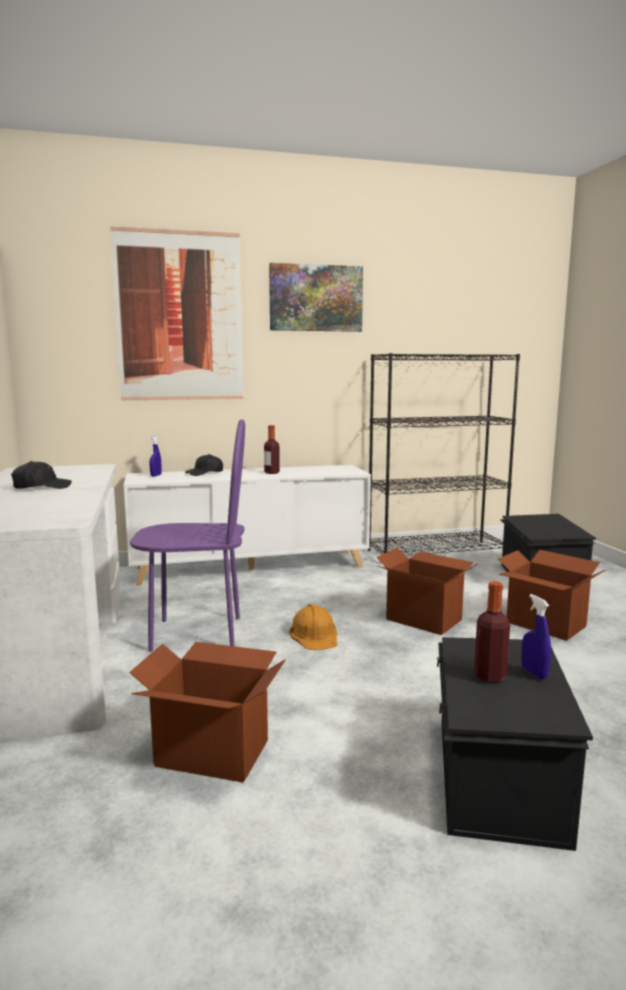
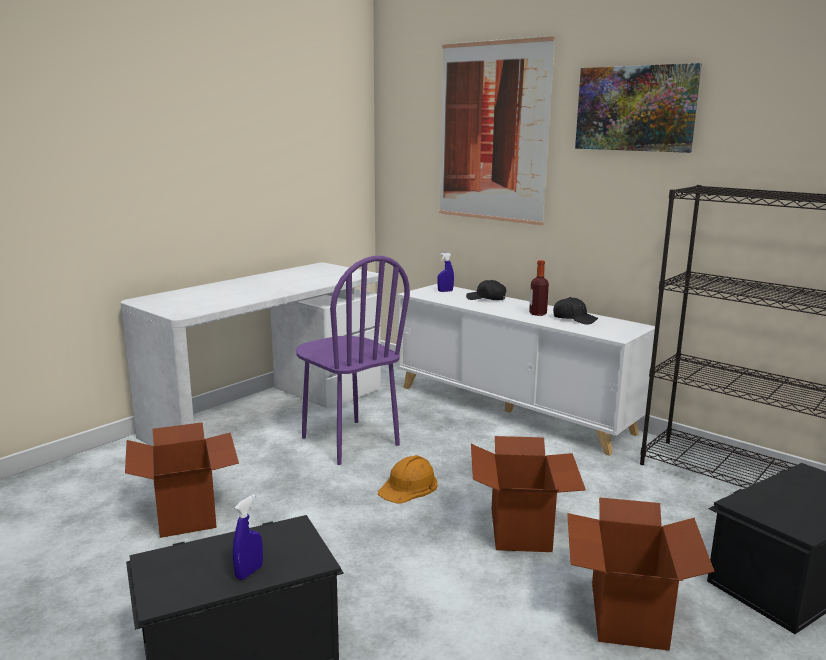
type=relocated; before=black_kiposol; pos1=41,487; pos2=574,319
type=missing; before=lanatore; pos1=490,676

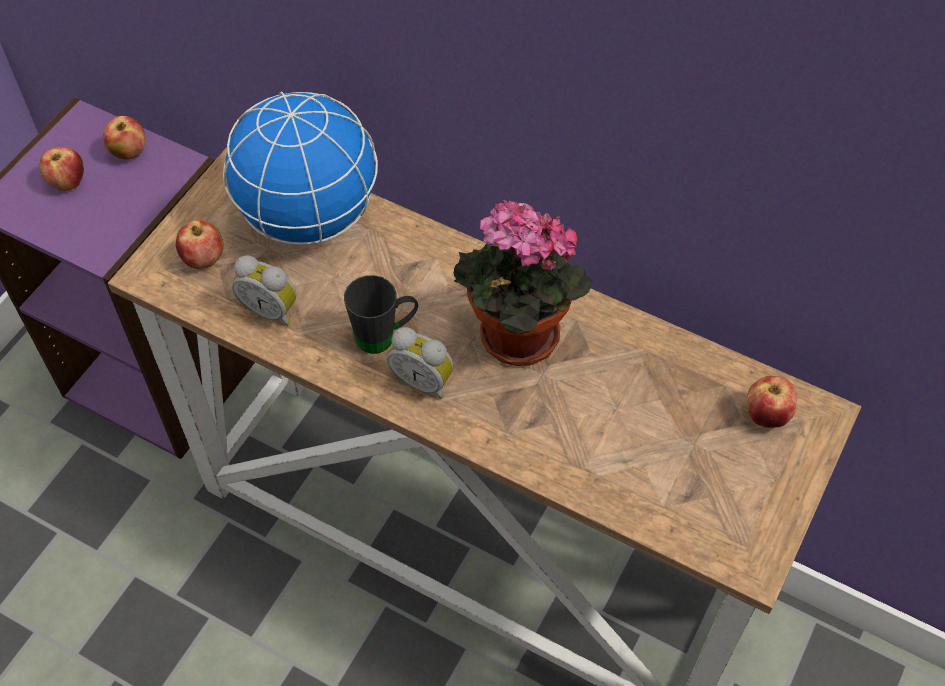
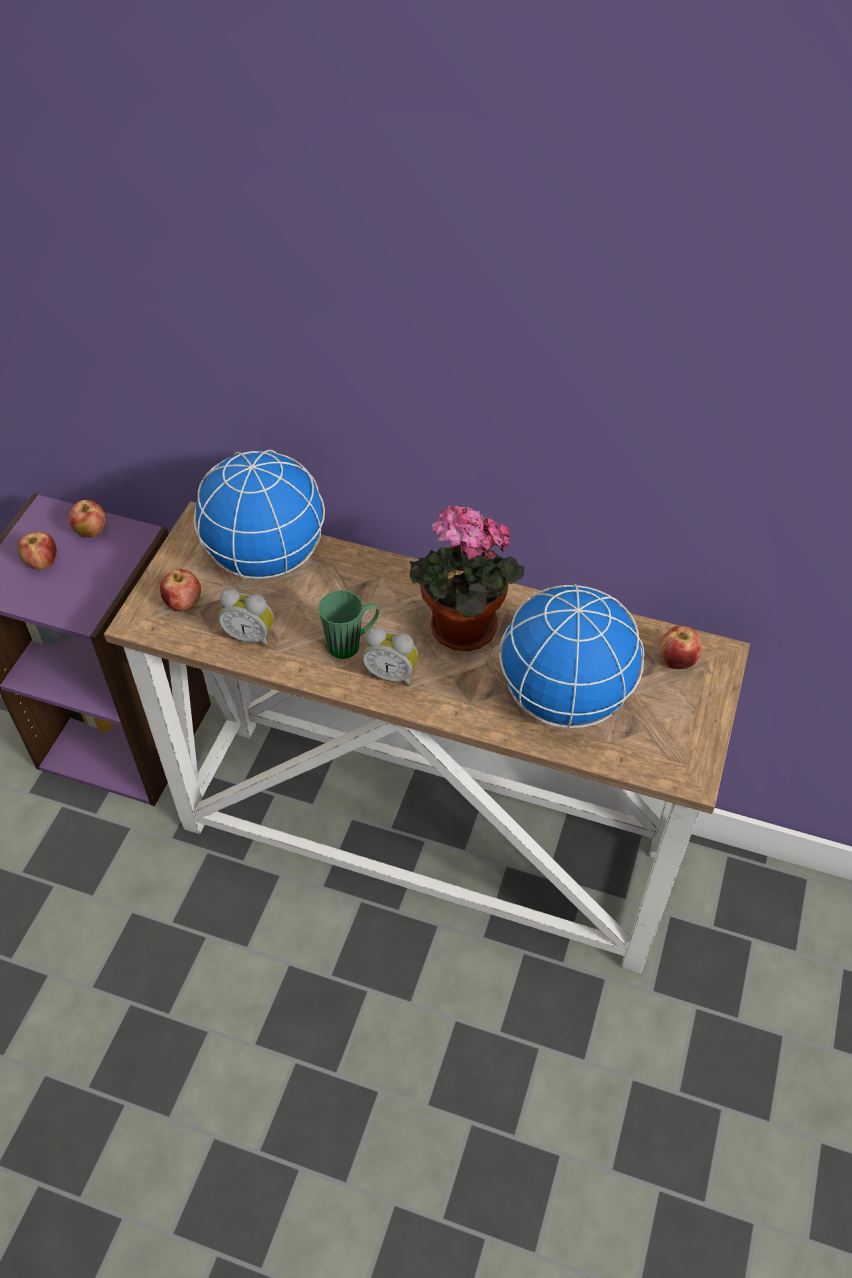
type=colour; before=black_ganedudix; after=green_ganedudix; pos1=385,337; pos2=352,644
type=appeared; after=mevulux; pos2=565,696

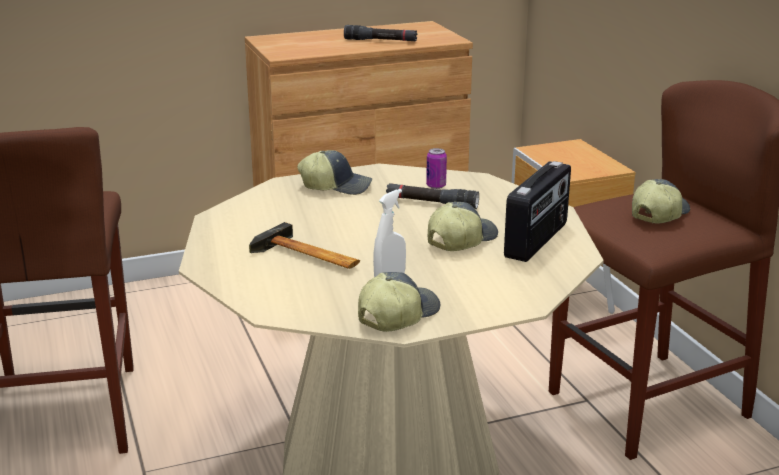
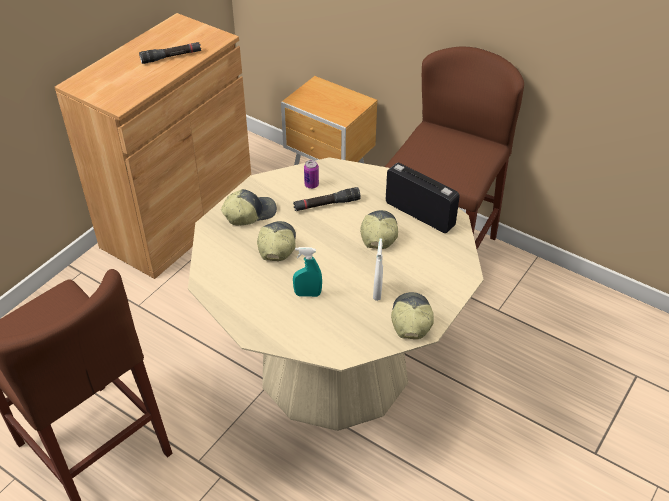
type=spun; before=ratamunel; pos1=537,240; pos2=420,214; turn=-45
type=relocated; before=kiposol; pos1=658,213; pos2=276,245
type=exchanged; before=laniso; after=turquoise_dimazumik; pos1=307,257; pos2=307,294

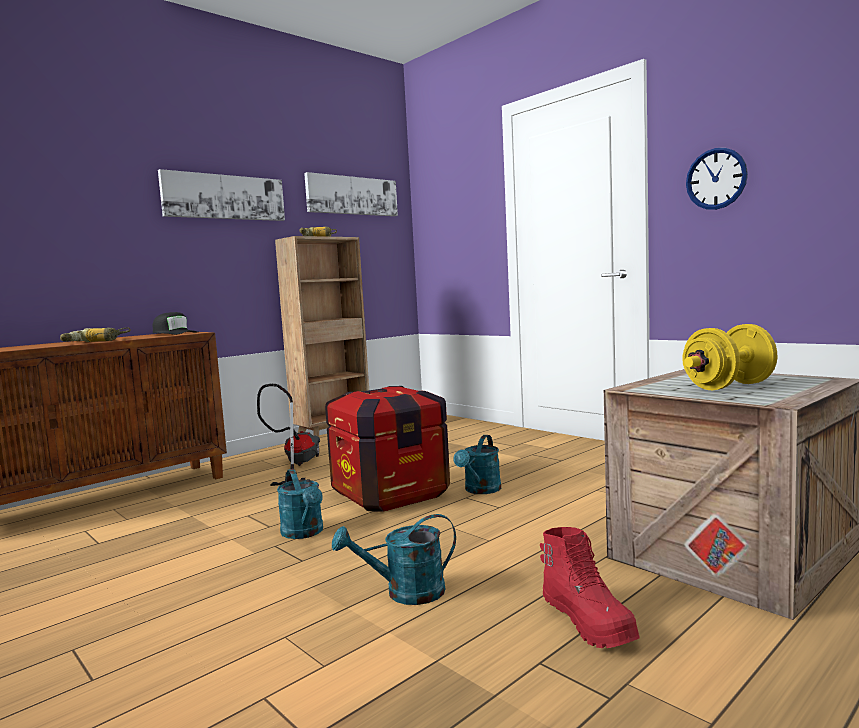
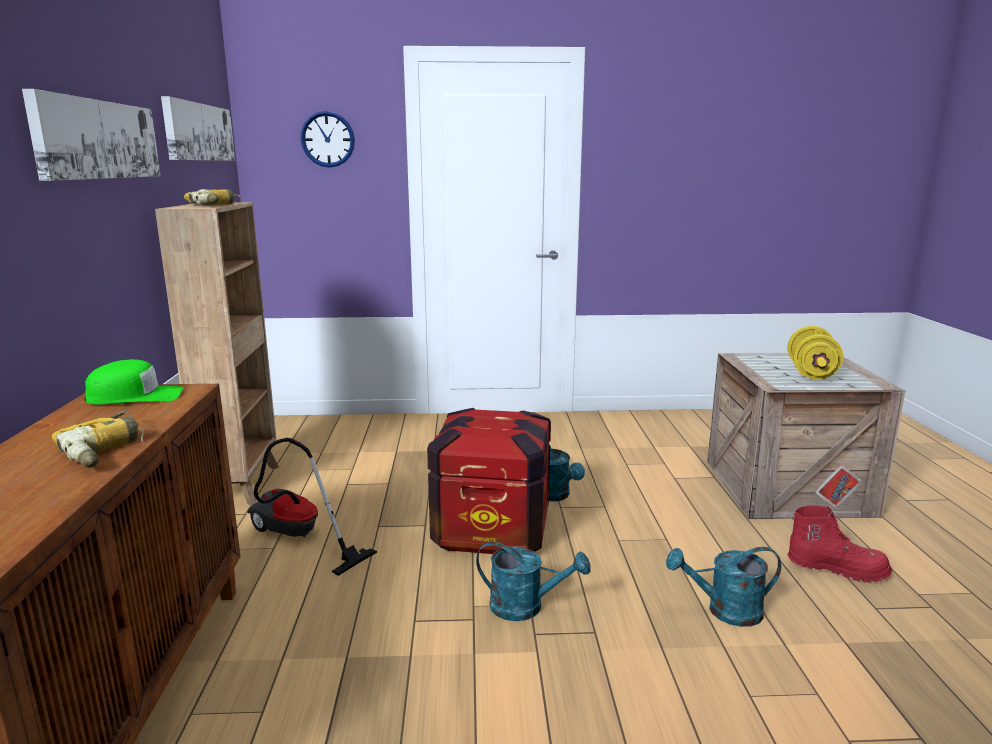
type=relocated; before=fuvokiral; pos1=716,179; pos2=327,139
type=colour; before=black_kiposol; after=green_kiposol; pos1=174,333; pos2=136,396
type=spun; before=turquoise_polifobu; pos1=405,593; pos2=725,611; turn=60

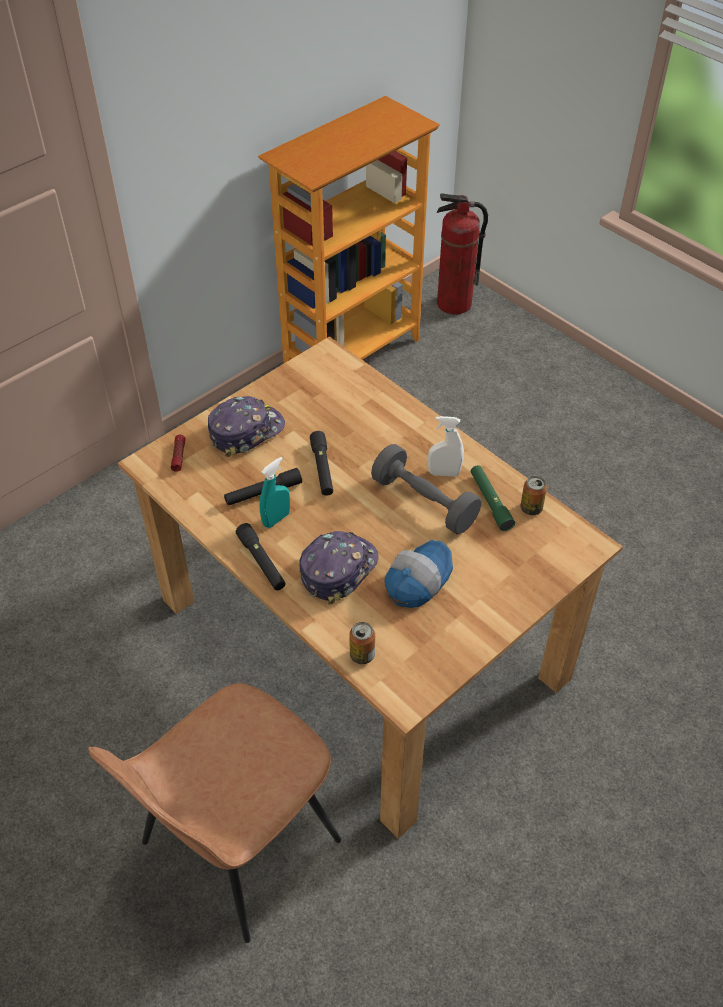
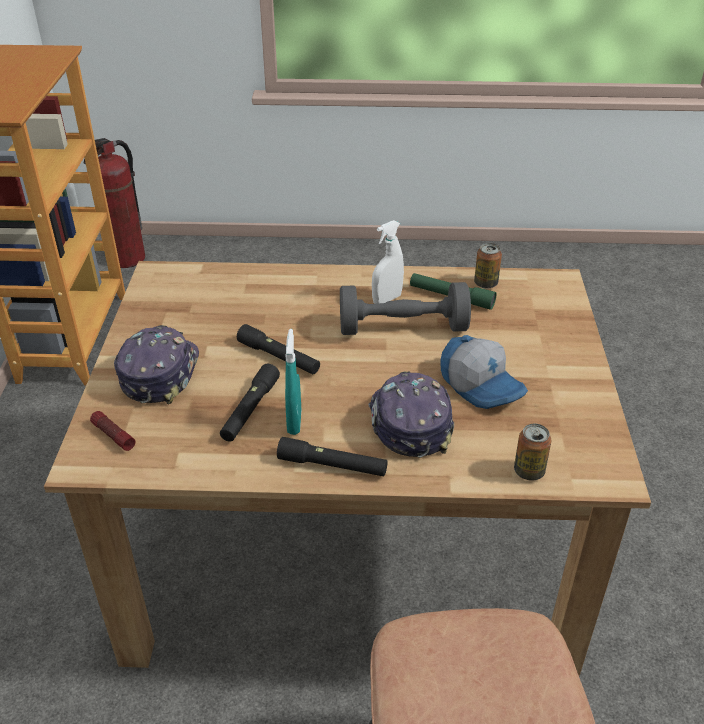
type=spun; before=kiposol; pos1=417,579; pos2=482,384; turn=150

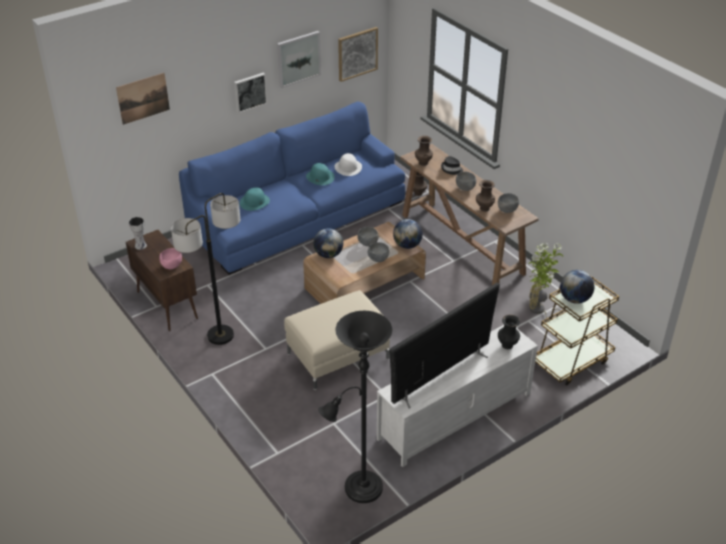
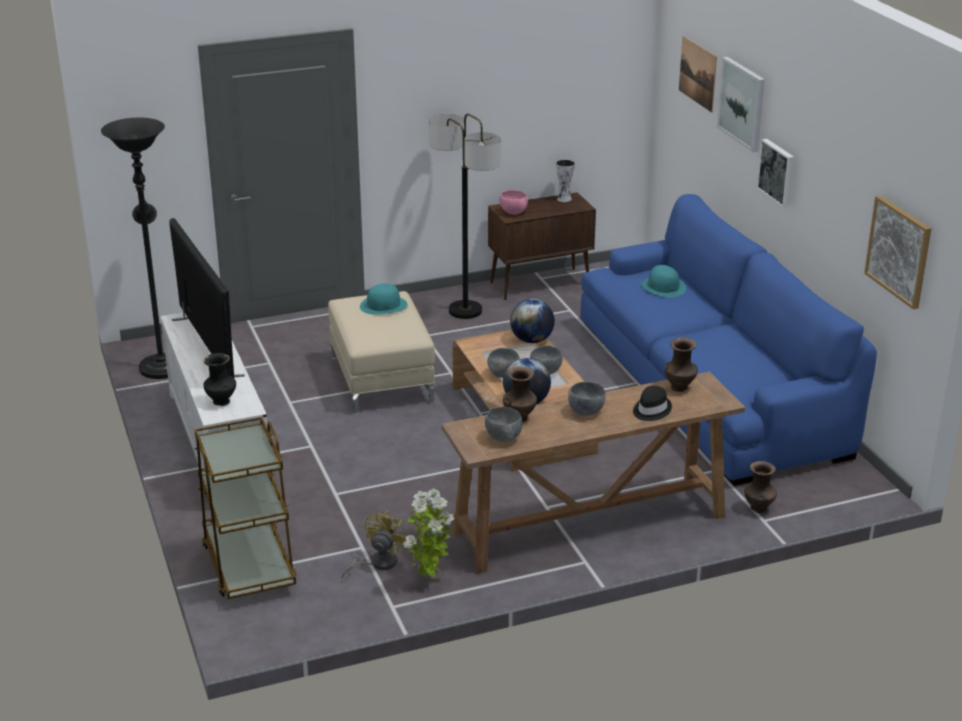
type=relocated; before=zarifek; pos1=298,58; pos2=742,103
type=missing; before=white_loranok; pos1=348,167
type=relocated; before=turquoise_loranok; pos1=320,177; pos2=383,305
type=missing; before=mevulux; pos1=574,299

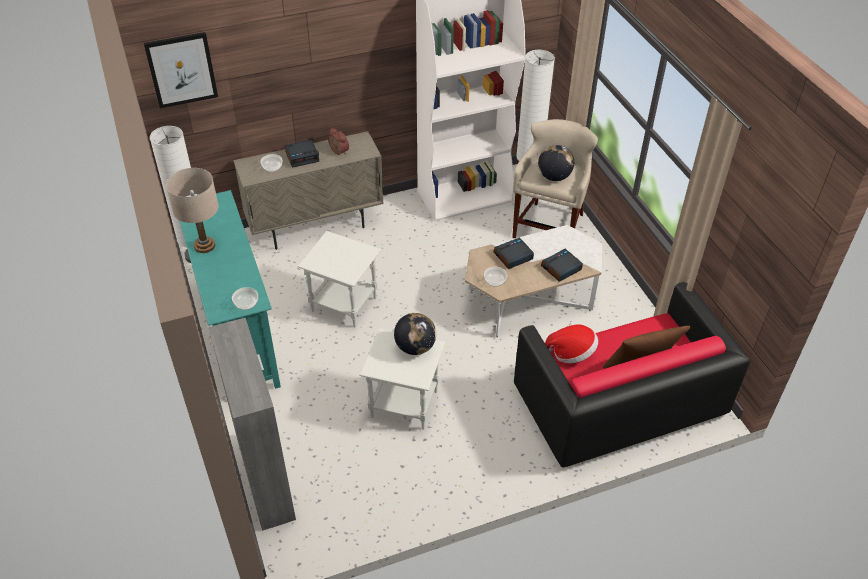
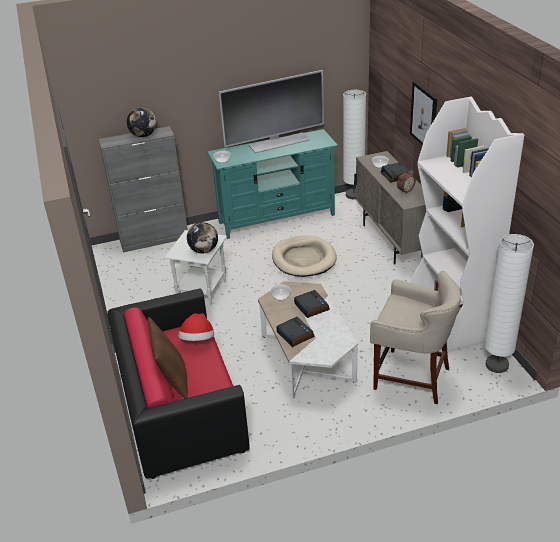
type=relocated; before=zarifek; pos1=181,70; pos2=424,116
type=relocated; before=mevulux; pos1=554,177; pos2=144,135
type=exchanged; before=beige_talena; after=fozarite; pos1=204,246; pos2=278,142
type=exchanged; before=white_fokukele; after=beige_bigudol; pos1=343,304; pos2=304,259

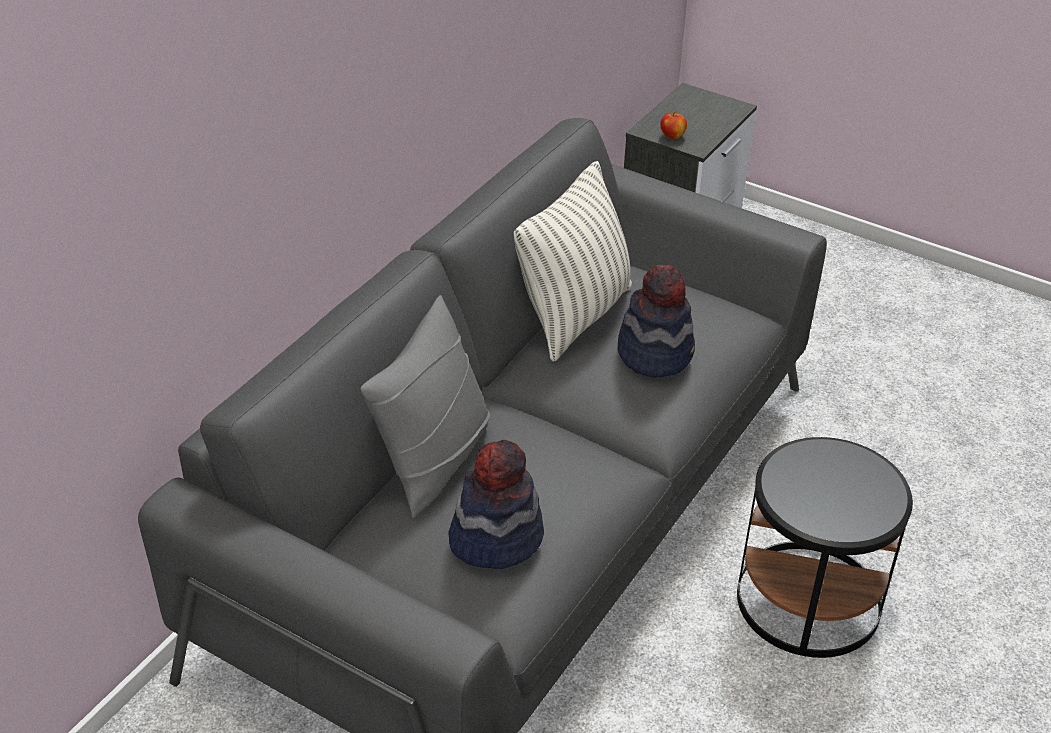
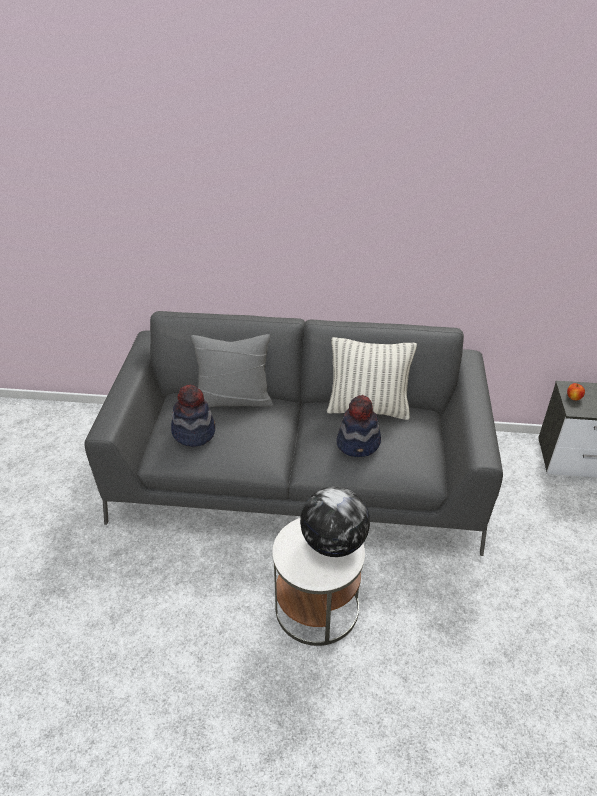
type=colour; before=black_fokukele; after=white_fokukele; pos1=807,599; pos2=317,606
type=appeared; after=mevulux; pos2=333,543

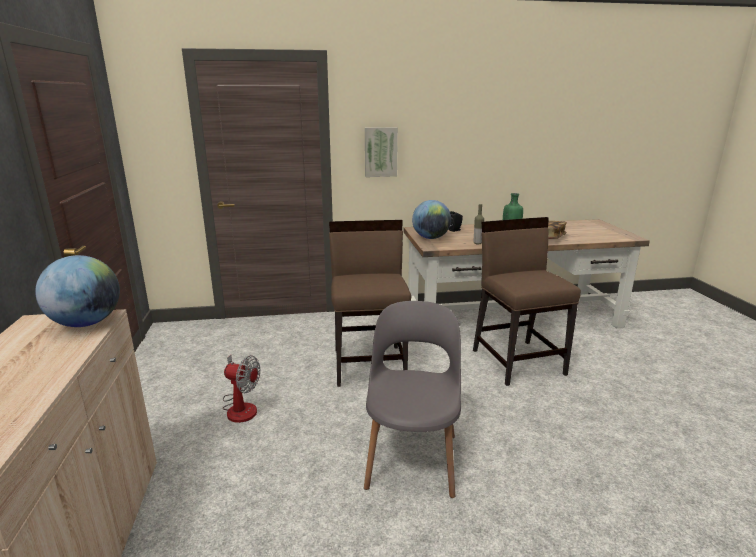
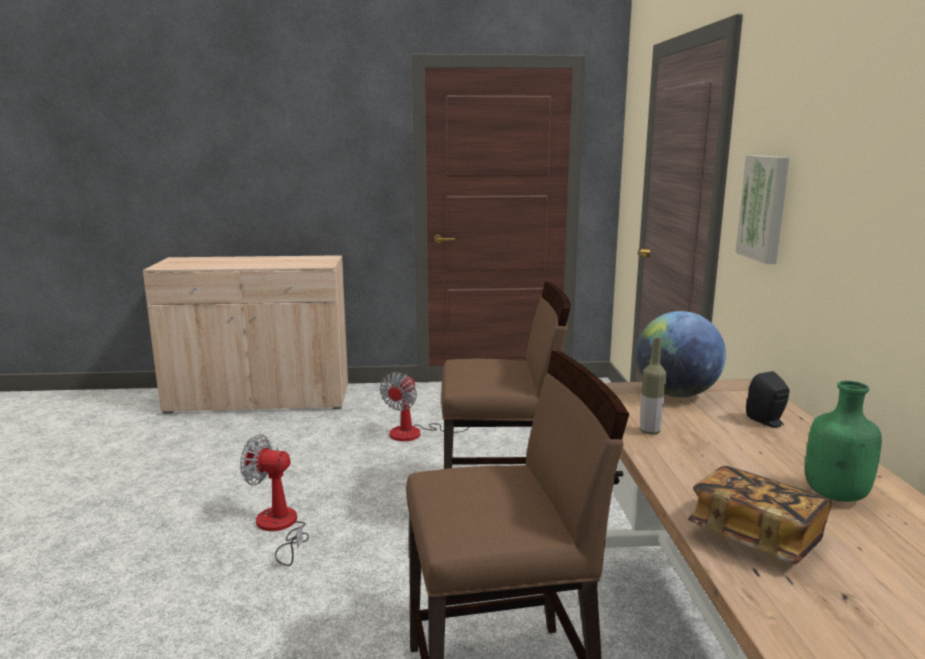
type=missing; before=mevulux; pos1=86,323
type=exchanged; before=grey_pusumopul; after=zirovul; pos1=412,456; pos2=280,528

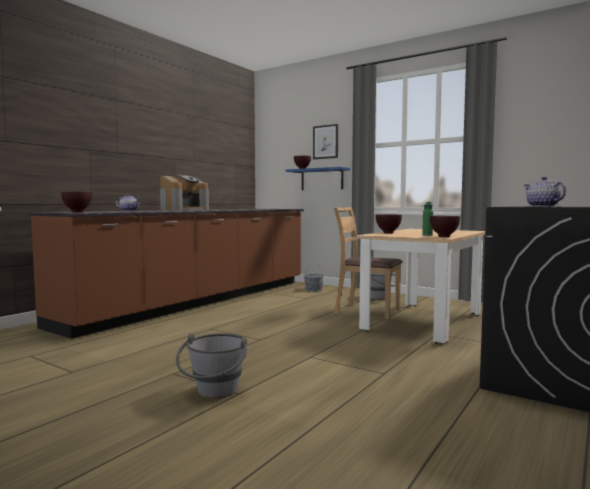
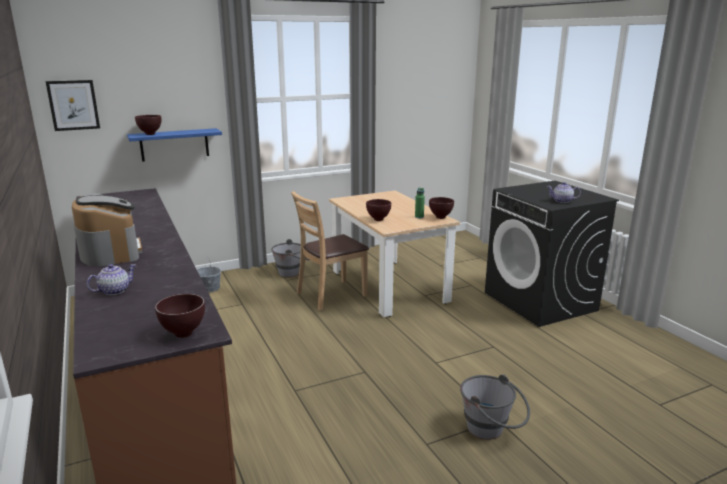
type=relocated; before=zarifek; pos1=325,142; pos2=73,105

